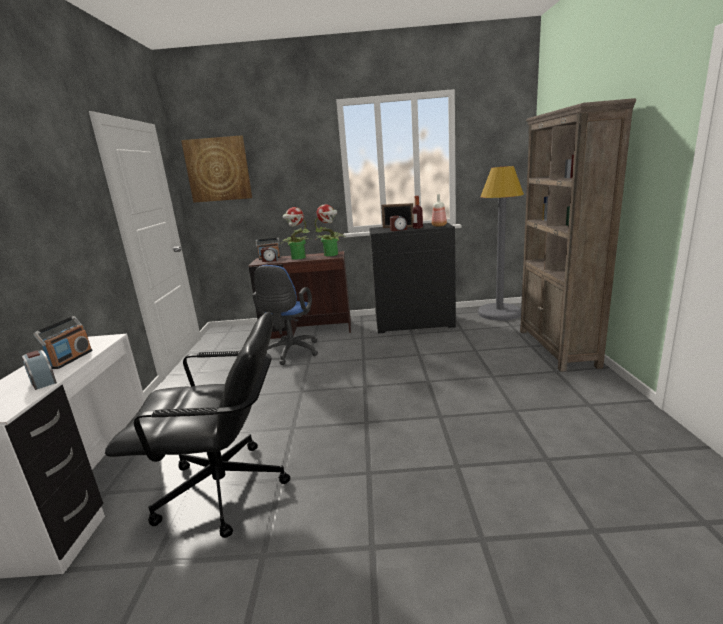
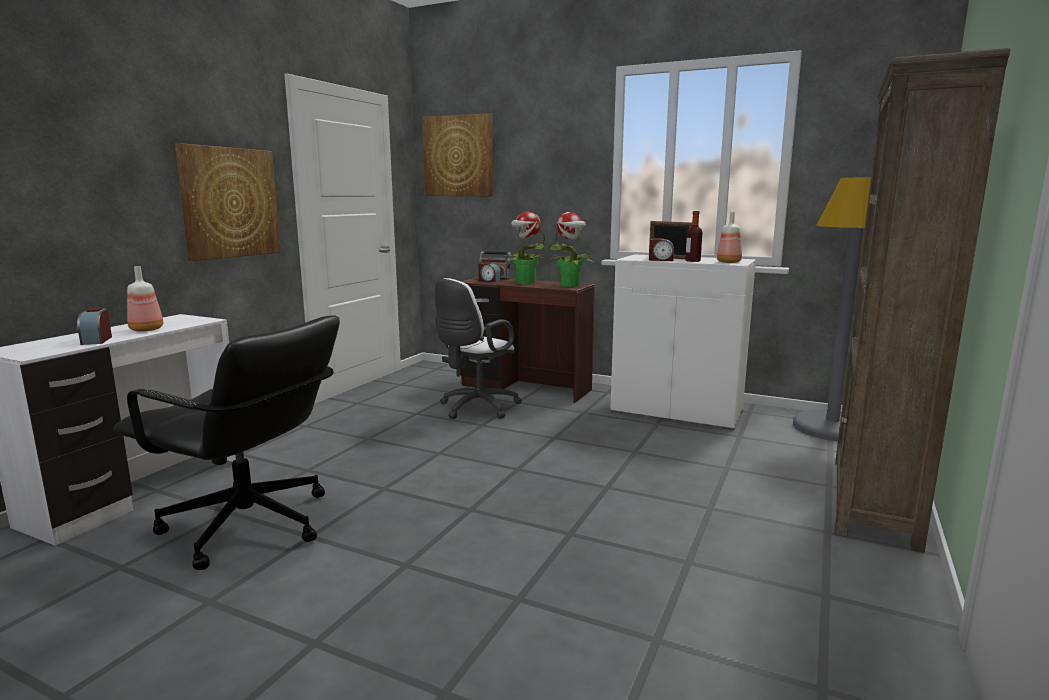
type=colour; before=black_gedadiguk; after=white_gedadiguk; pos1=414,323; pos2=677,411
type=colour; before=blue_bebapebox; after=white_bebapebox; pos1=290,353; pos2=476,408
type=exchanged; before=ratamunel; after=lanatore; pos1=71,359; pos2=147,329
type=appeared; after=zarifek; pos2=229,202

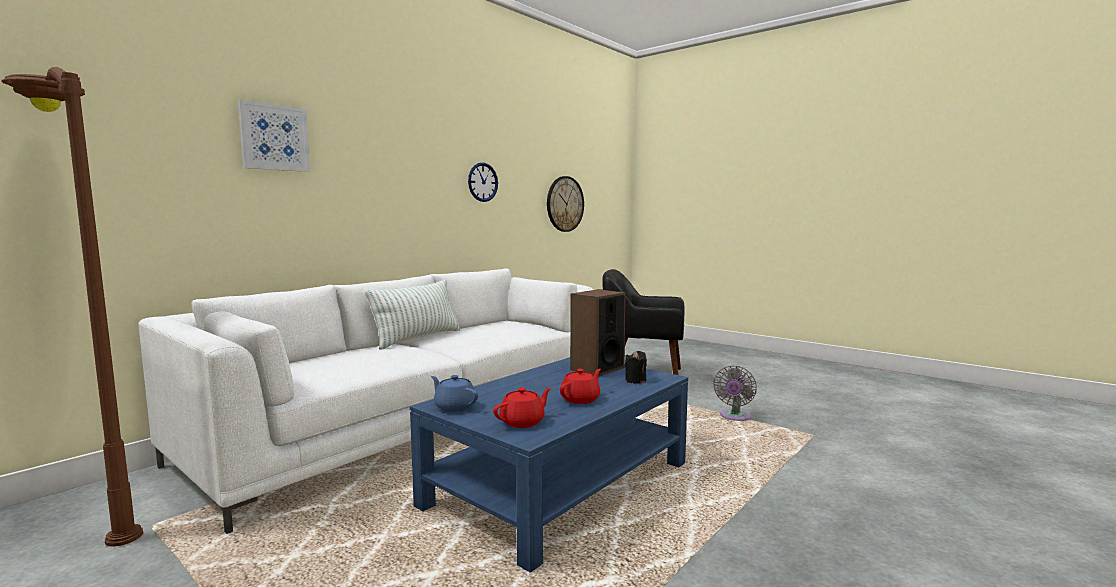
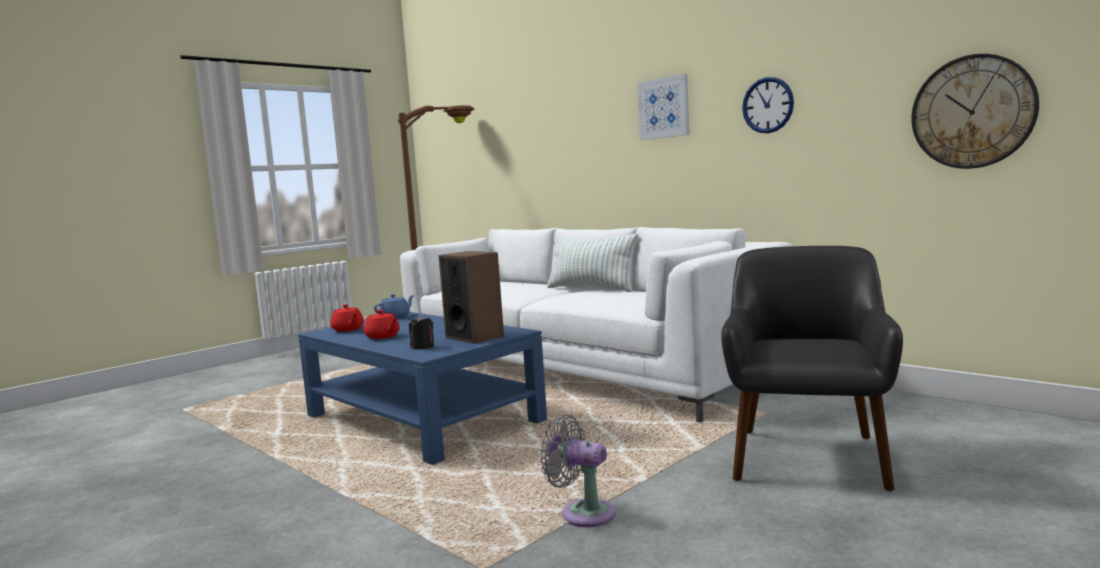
type=relocated; before=zarifek; pos1=274,137; pos2=664,108

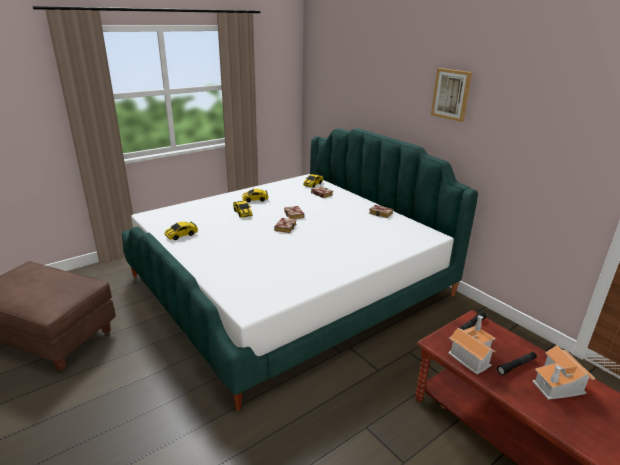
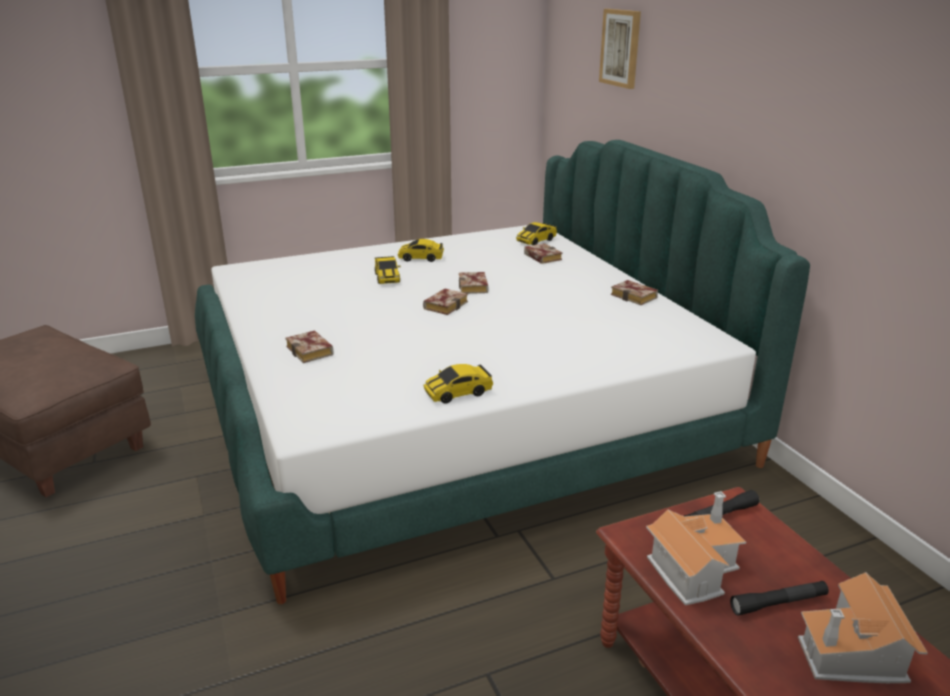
type=relocated; before=zarifek; pos1=451,94; pos2=621,48
type=relocated; before=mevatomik; pos1=181,235; pos2=458,393
type=appeared; after=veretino; pos2=312,351

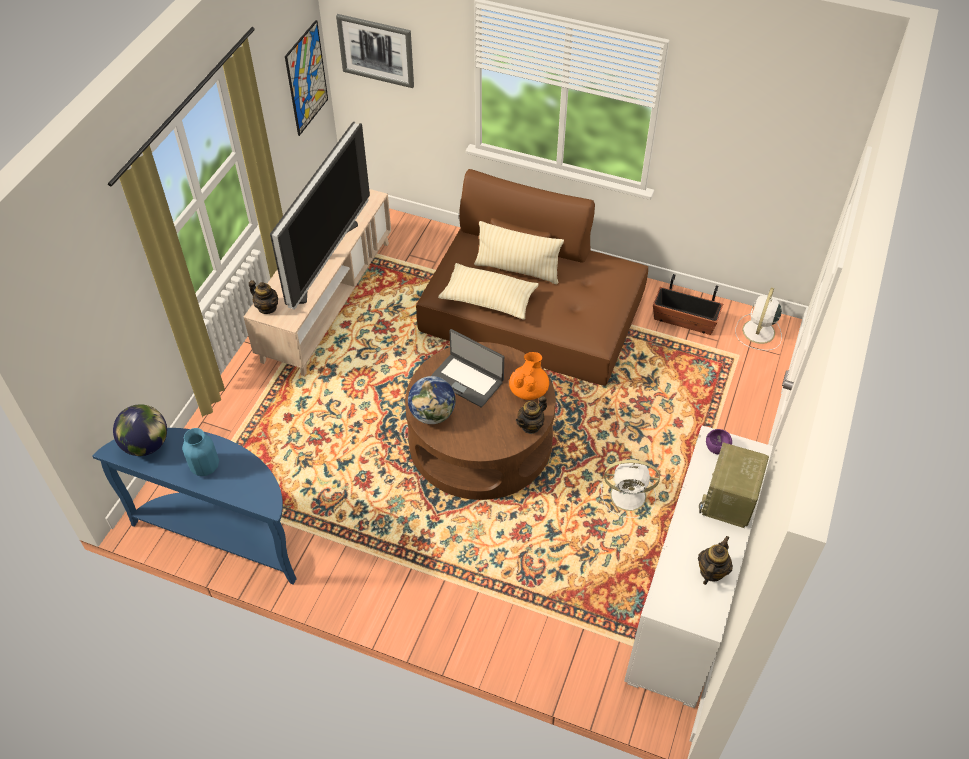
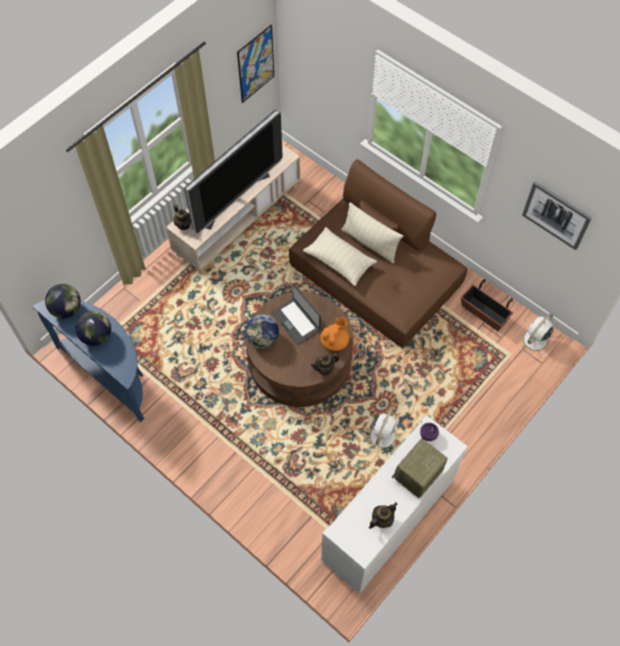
type=relocated; before=zarifek; pos1=376,50; pos2=556,215
type=exchanged; before=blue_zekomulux; after=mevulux; pos1=205,466; pos2=97,336
type=spun; before=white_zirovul; pos1=630,496; pos2=383,434; turn=-90

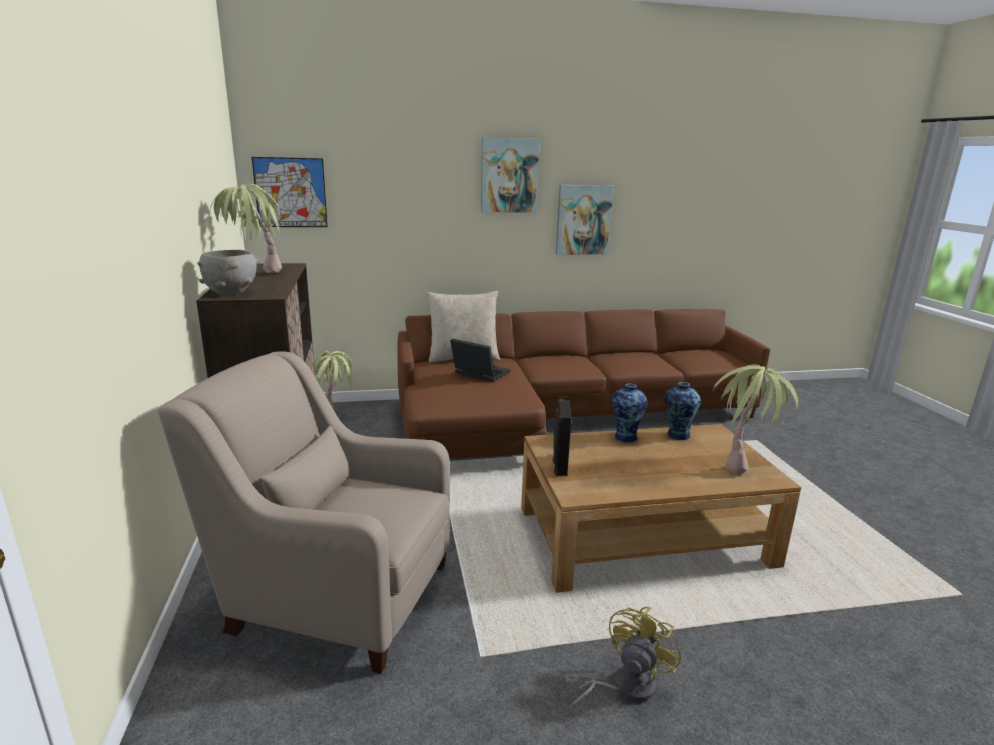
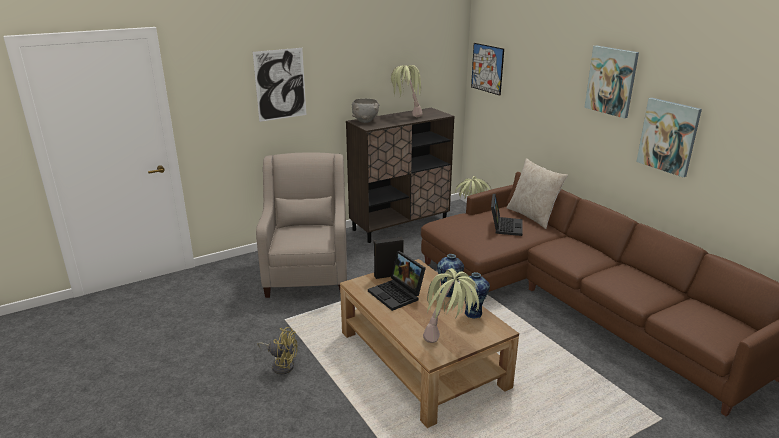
type=appeared; after=zarifek; pos2=280,84
type=appeared; after=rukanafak; pos2=397,294

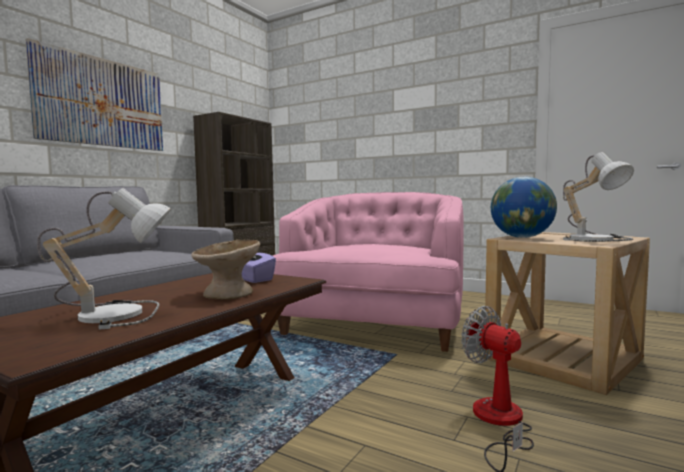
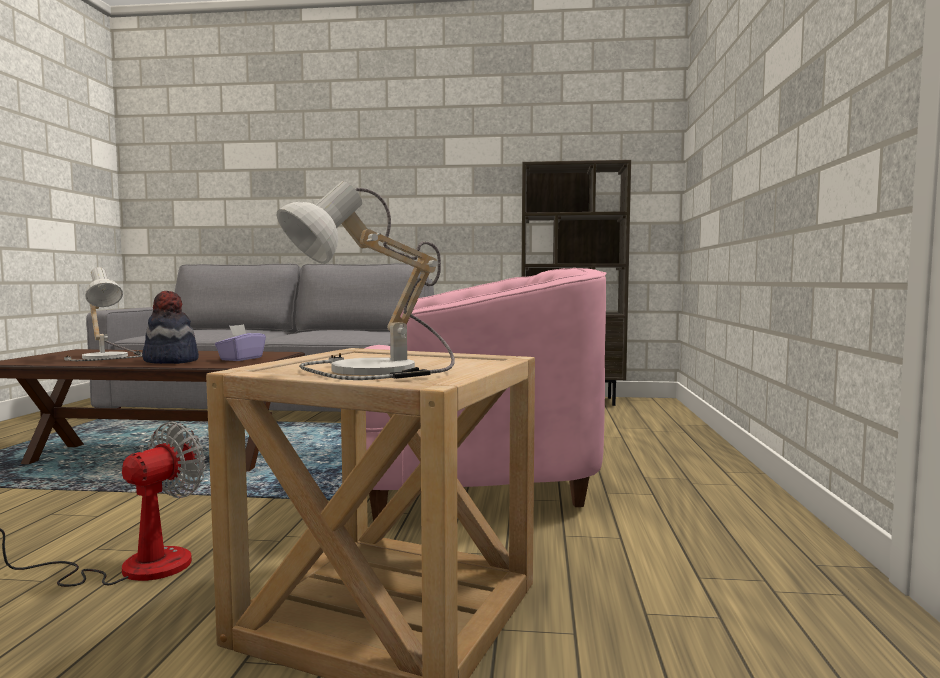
type=missing; before=zarifek; pos1=102,102
type=missing; before=mevulux; pos1=522,237
type=exchanged; before=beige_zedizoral; after=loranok; pos1=228,294; pos2=170,361

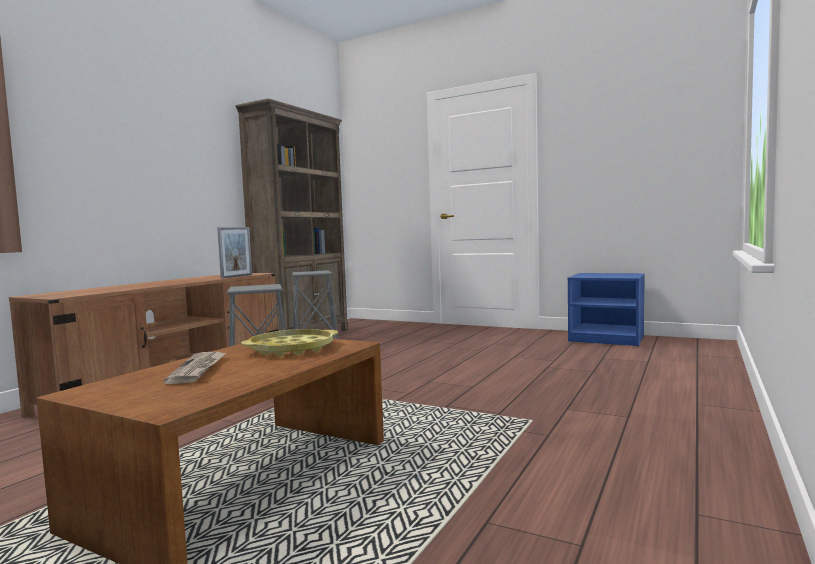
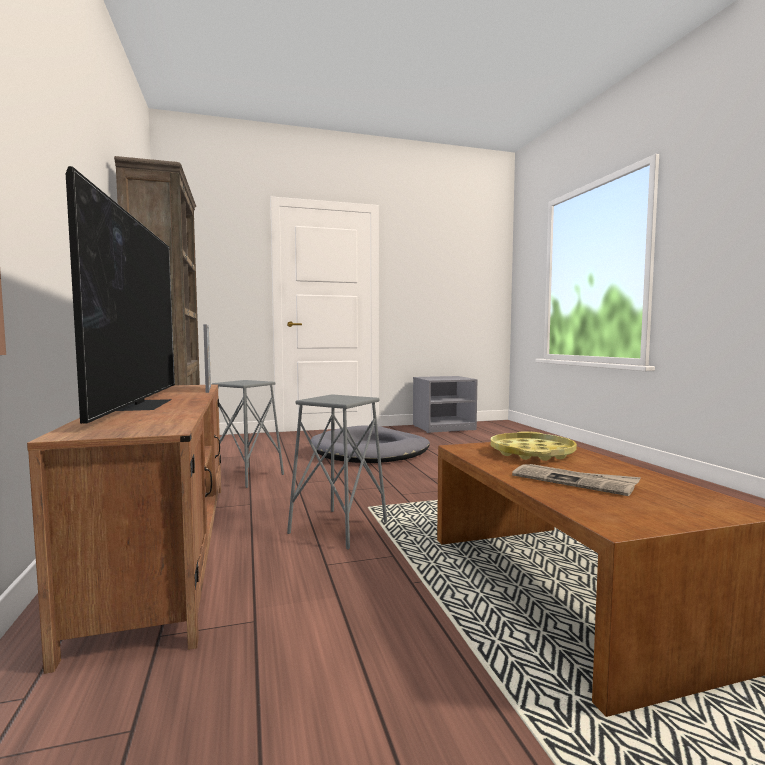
type=colour; before=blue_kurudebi; after=grey_kurudebi; pos1=607,339; pos2=444,427
type=appeared; after=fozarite; pos2=140,404
type=appeared; after=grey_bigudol; pos2=370,451

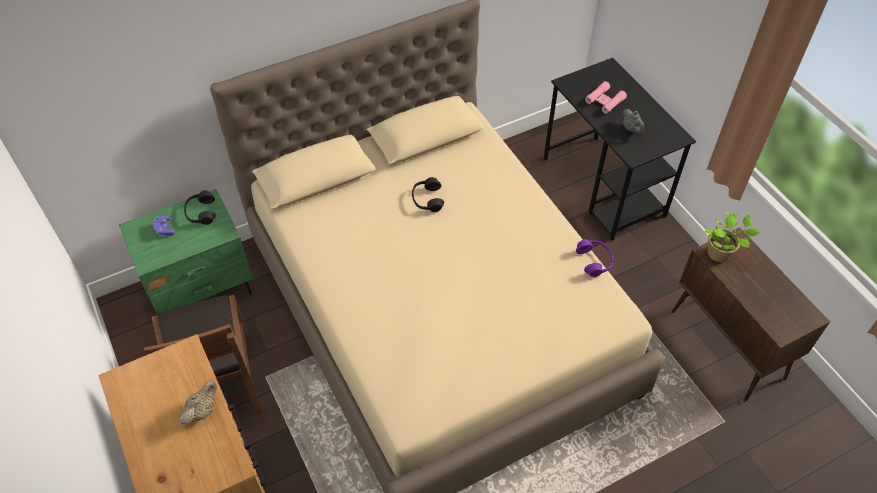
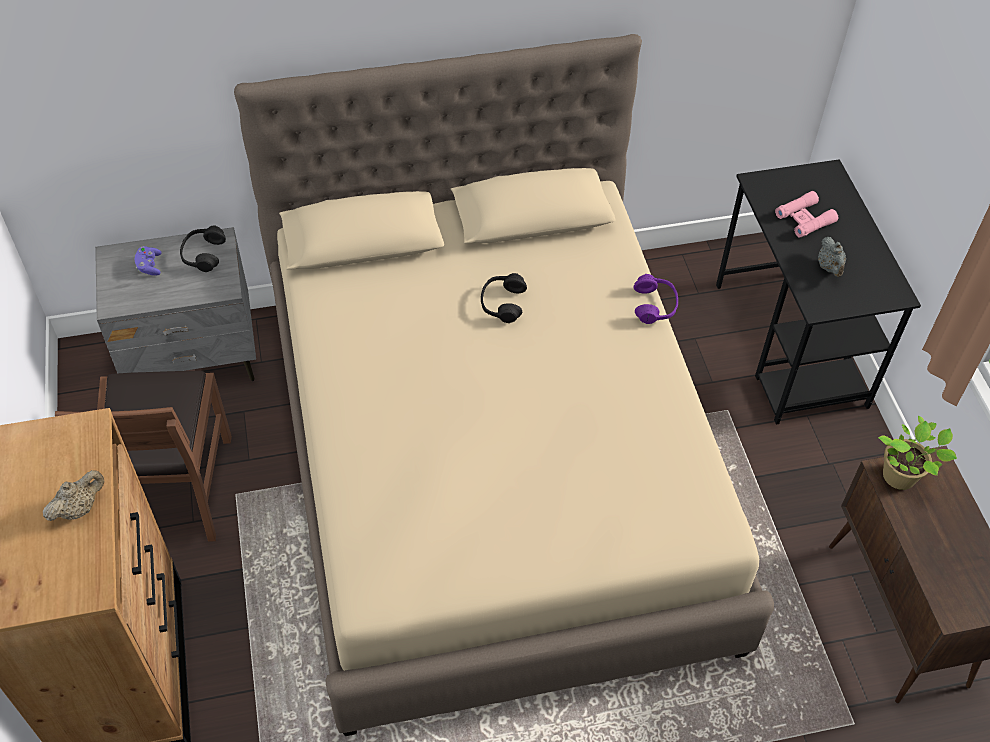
type=colour; before=green_kurudebi; after=grey_kurudebi; pos1=203,289; pos2=194,358
type=relocated; before=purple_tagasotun; pos1=594,261; pos2=654,305

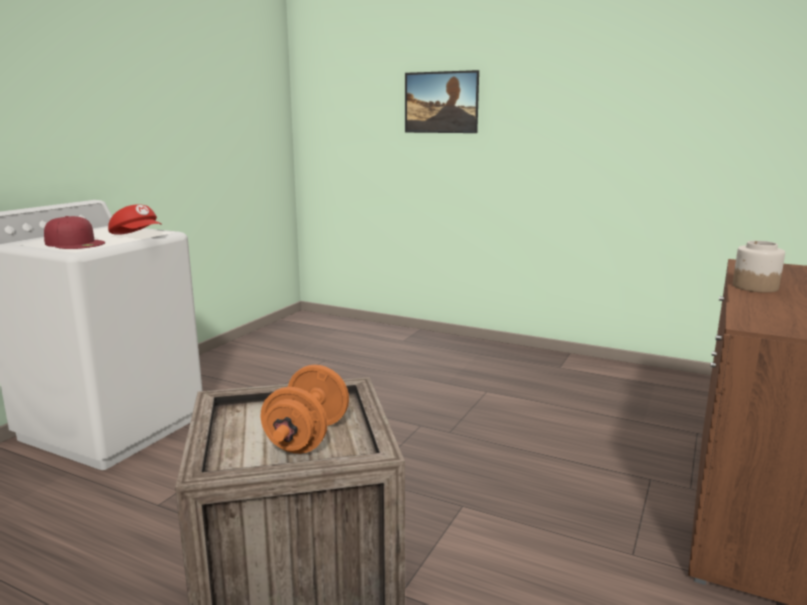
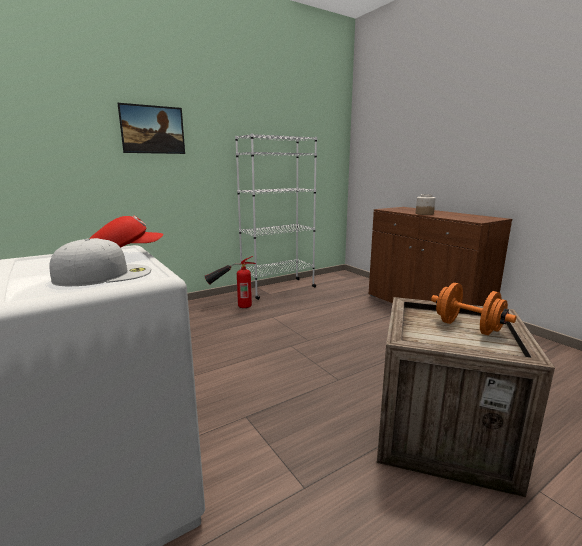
type=colour; before=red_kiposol; after=white_kiposol; pos1=75,243; pos2=104,274
type=appeared; after=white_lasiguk; pos2=278,288
type=appeared; after=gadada; pos2=231,306

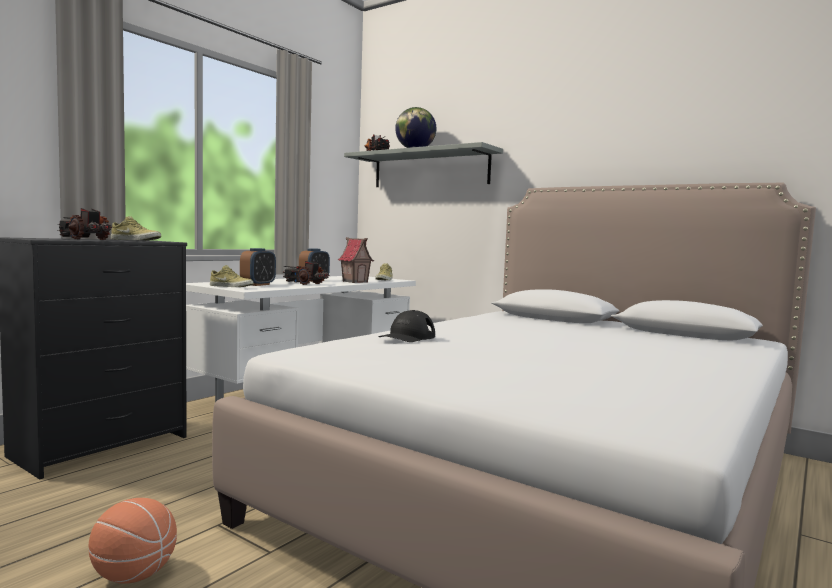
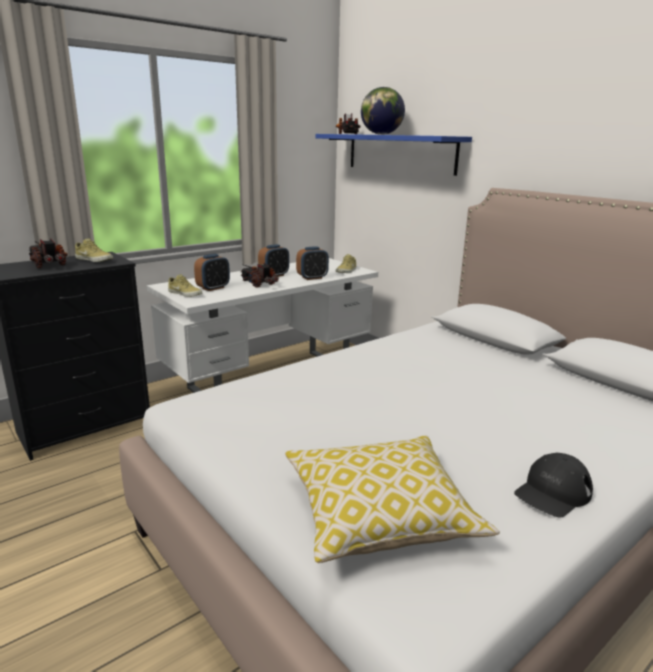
type=colour; before=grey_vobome; after=blue_vobome; pos1=430,169; pos2=400,153
type=exchanged; before=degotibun; after=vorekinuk; pos1=355,282; pos2=312,278
type=relocated; before=black_kiposol; pos1=407,337; pos2=552,492
type=missing; before=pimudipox; pos1=134,575
type=appeared; after=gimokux; pos2=379,514

